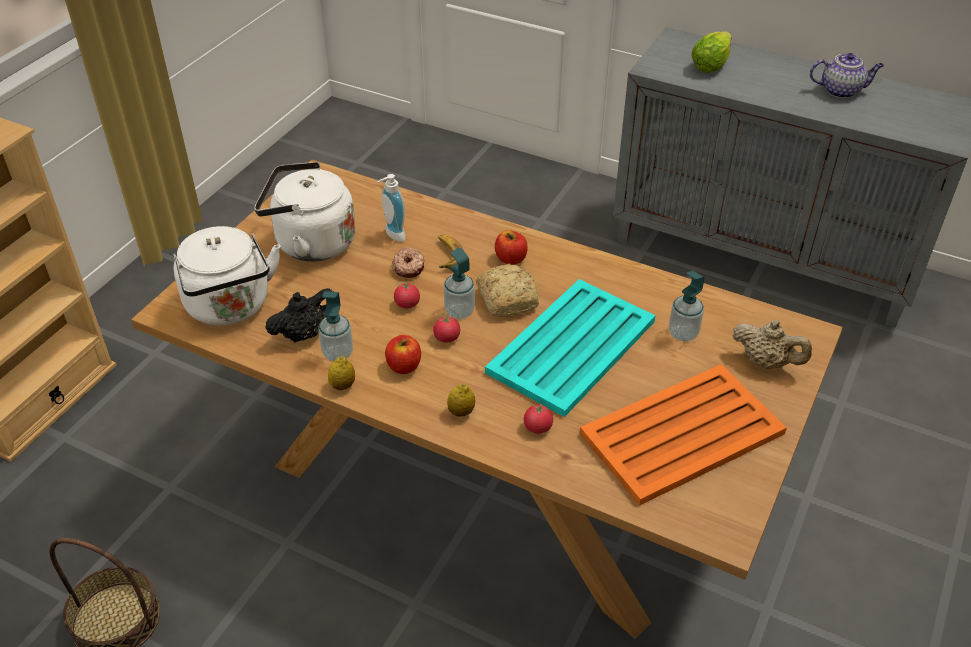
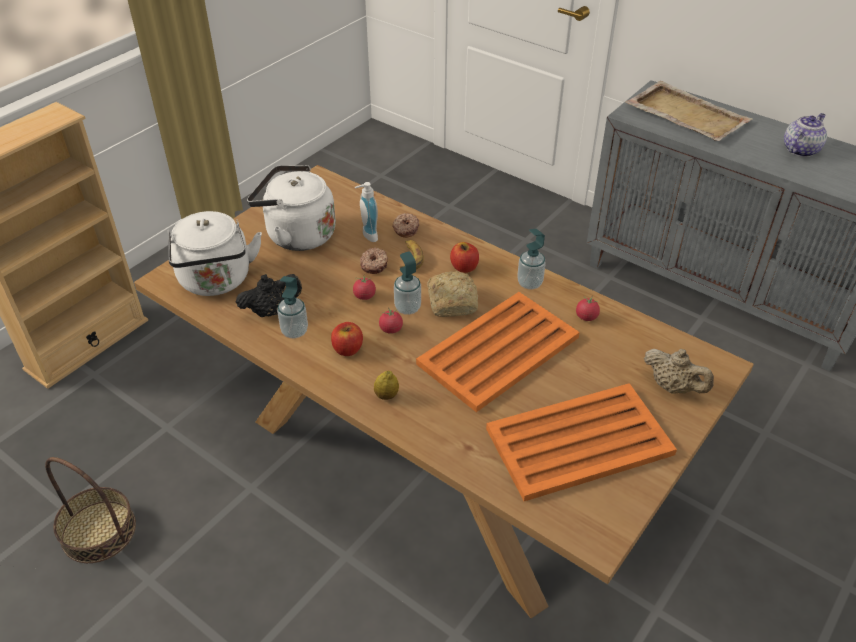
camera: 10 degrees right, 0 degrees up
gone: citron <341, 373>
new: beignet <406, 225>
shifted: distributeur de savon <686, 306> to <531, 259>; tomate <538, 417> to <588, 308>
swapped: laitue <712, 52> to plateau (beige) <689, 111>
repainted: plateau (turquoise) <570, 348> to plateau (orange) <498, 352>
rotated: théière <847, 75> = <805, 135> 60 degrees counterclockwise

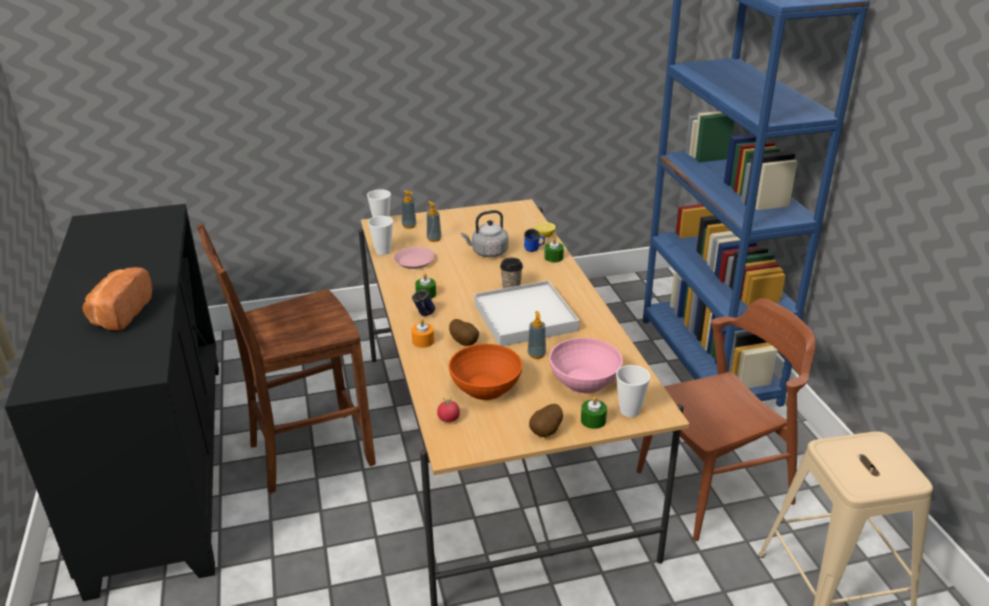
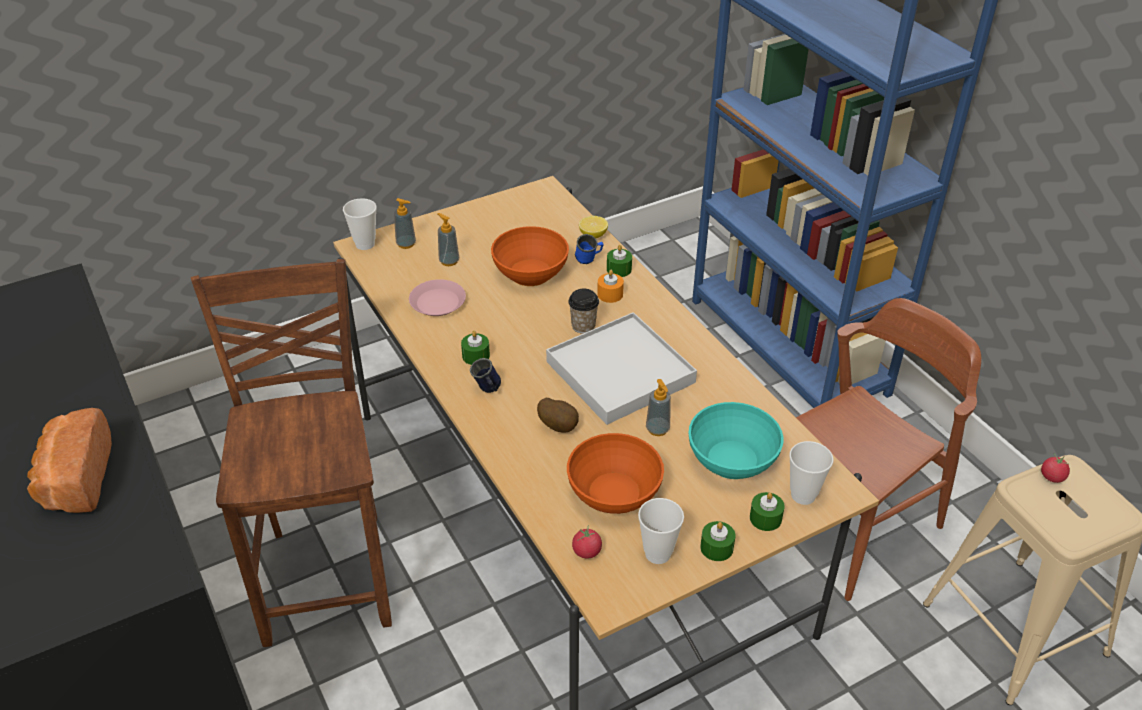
camera: 15 degrees left, 10 degrees up
new: tomate <1055, 468>
shifted: bougie (orange) <422, 333> to <610, 286>; tasse <380, 235> to <661, 531>
swapped: bouilloire (gris) <485, 233> to bol (orange) <530, 256>; pomme de terre <546, 420> to bougie (vert) <717, 541>
repainted: bol (rose) <586, 366> to bol (turquoise) <736, 440>
rotated: chaise (marron) <286, 359> = <291, 453> 120 degrees clockwise

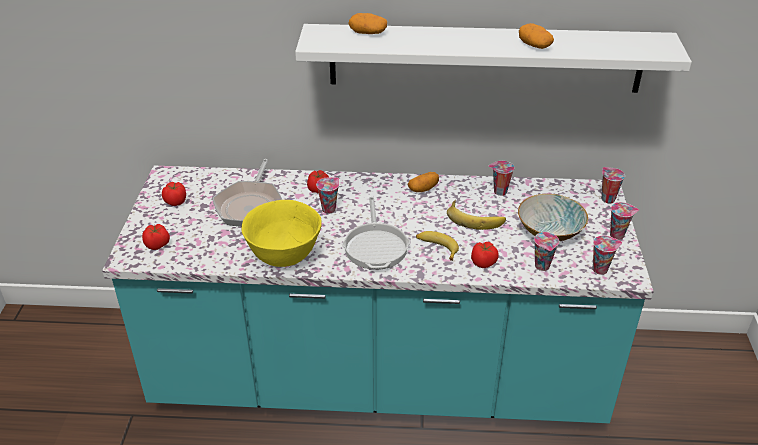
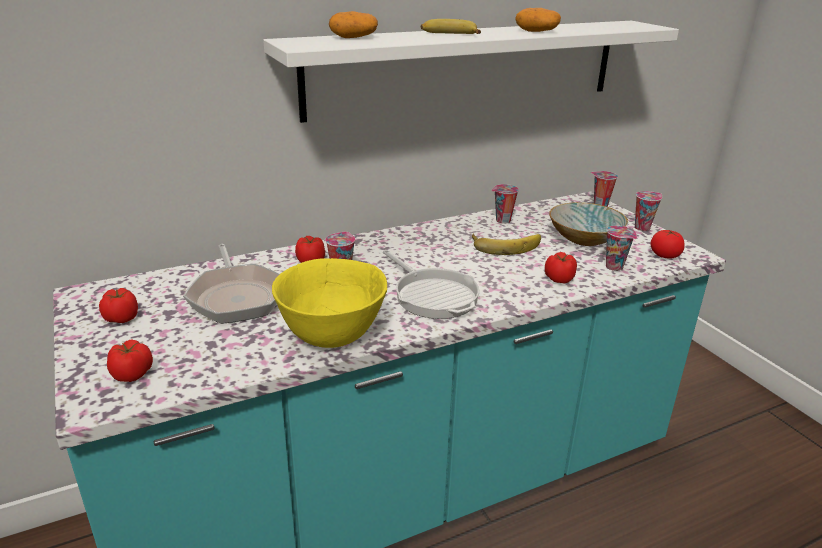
camera: 30 degrees left, 10 degrees down
gone: pomme de terre <423, 182>
shifted: banane <437, 246> to <451, 26>
swapped: tasse <607, 255> to tomate <667, 244>

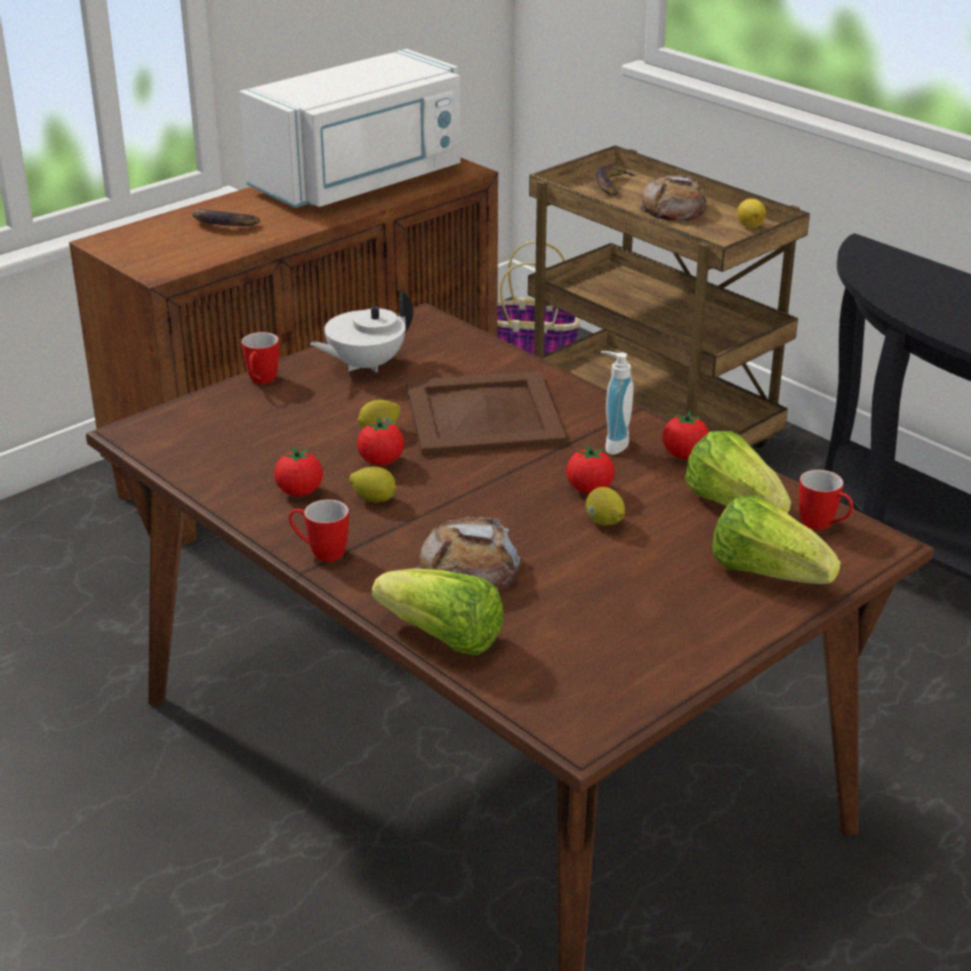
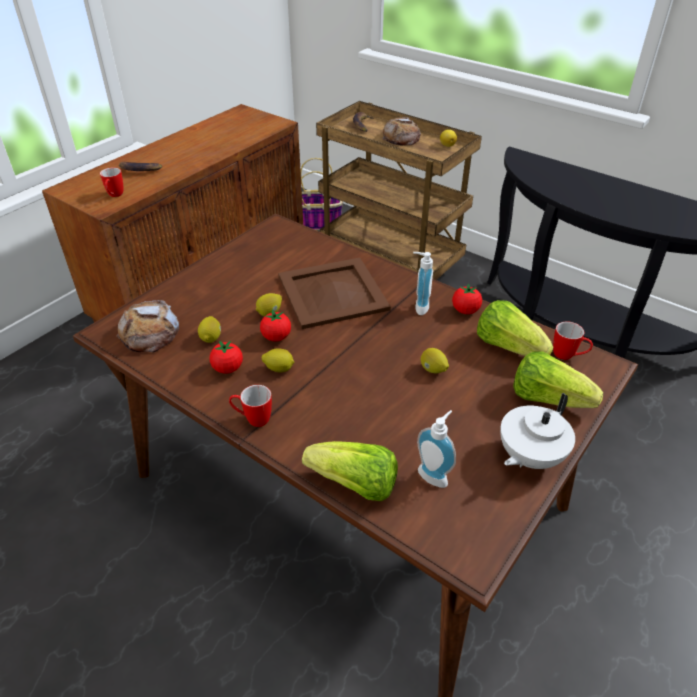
camera: 10 degrees left, 10 degrees up
gone: micro-ondes (blanc) <349, 128>; tomate <590, 469>
new: citron <209, 329>; distributeur de savon <436, 449>
shifted: mug <260, 358> to <111, 182>; pain <468, 554> to <148, 326>; théière (blanc) <361, 331> to <537, 431>

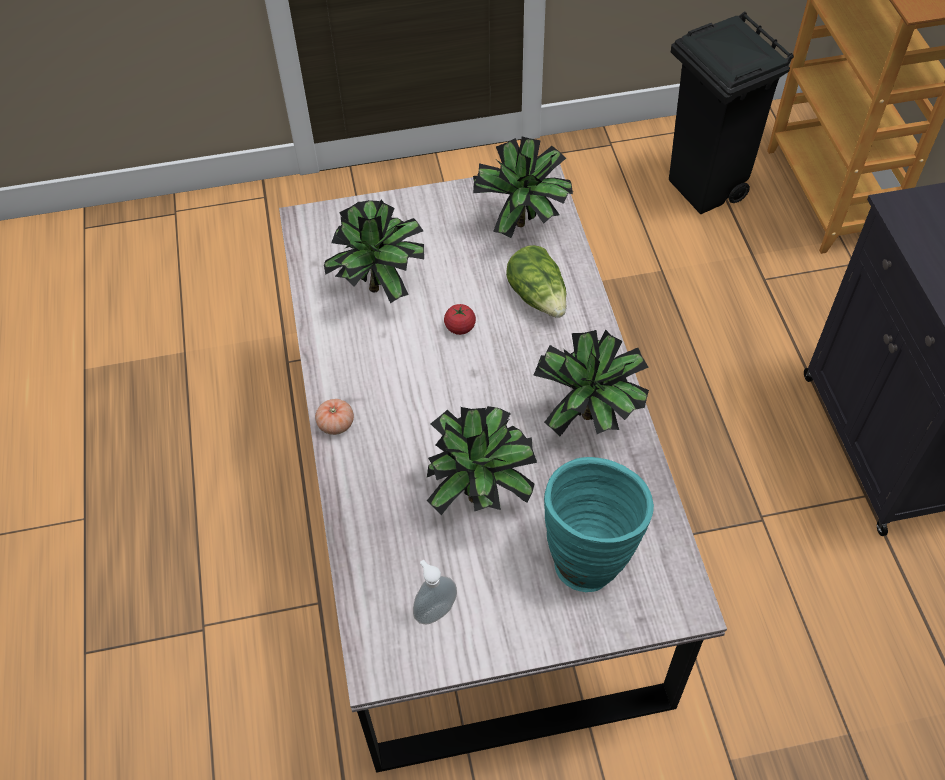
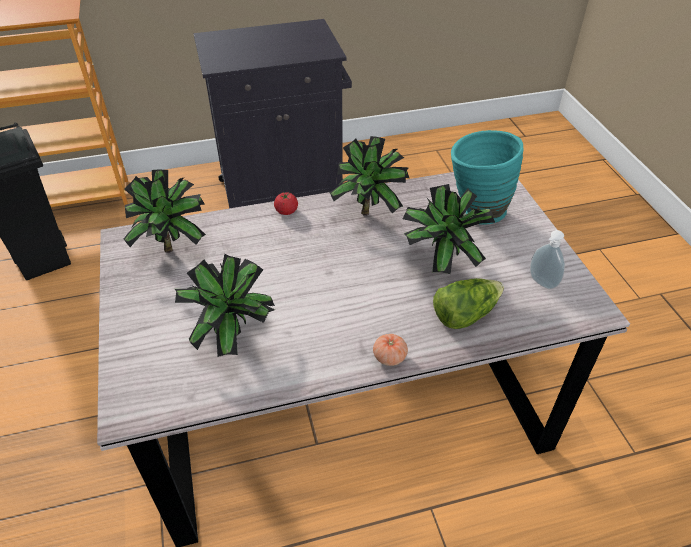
camera: 95 degrees left, 10 degrees down
shifted: tomate <460, 319> to <286, 203>; laitue <536, 281> to <468, 303>

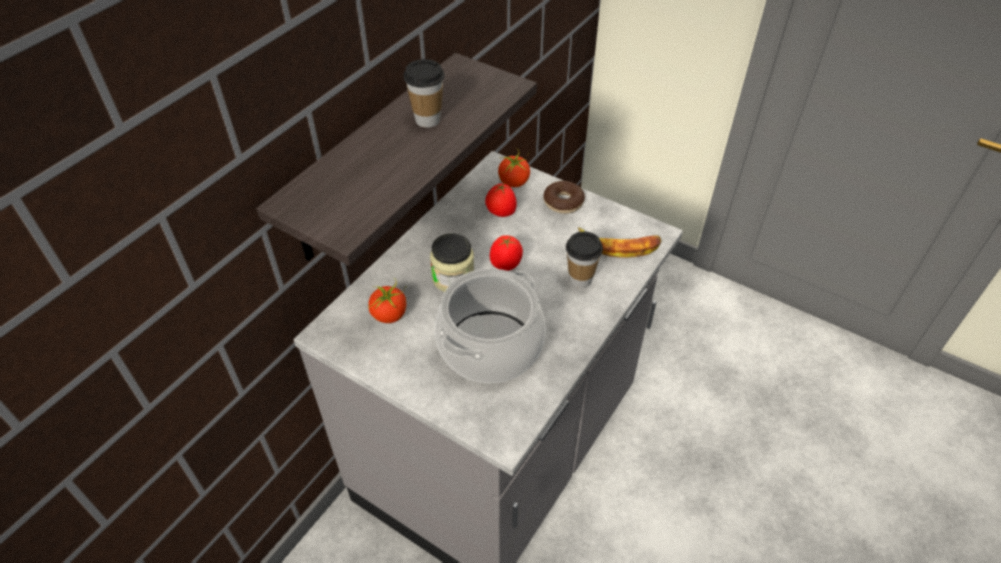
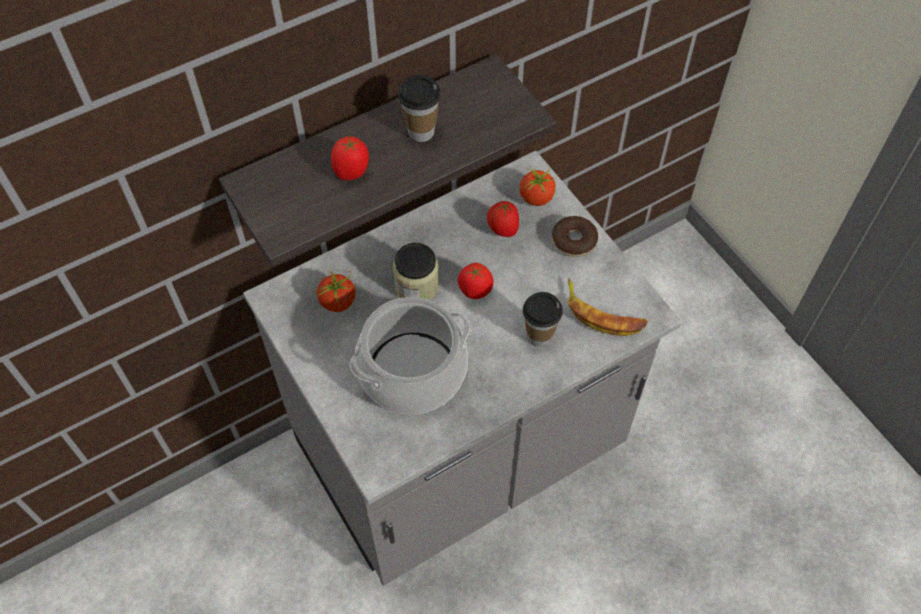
camera: 25 degrees right, 10 degrees up
new: tomate <350, 158>

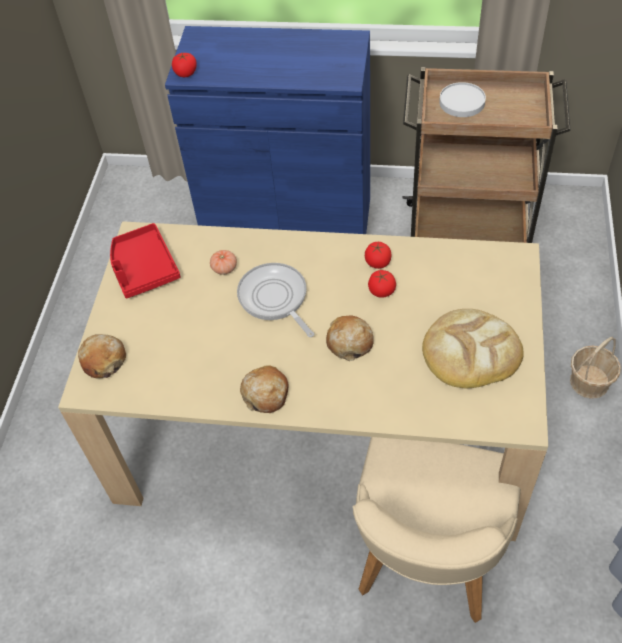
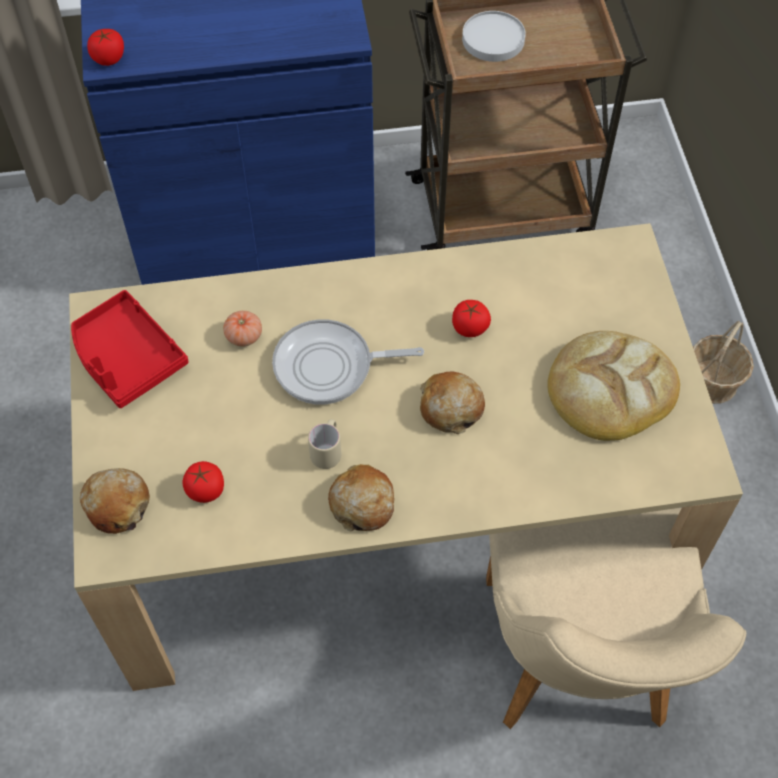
camera: 20 degrees left, 5 degrees up
new: mug (beige) <324, 444>
shifted: tomate <378, 255> to <203, 482>
rotated: poêle <275, 300> = <348, 362> 45 degrees counterclockwise

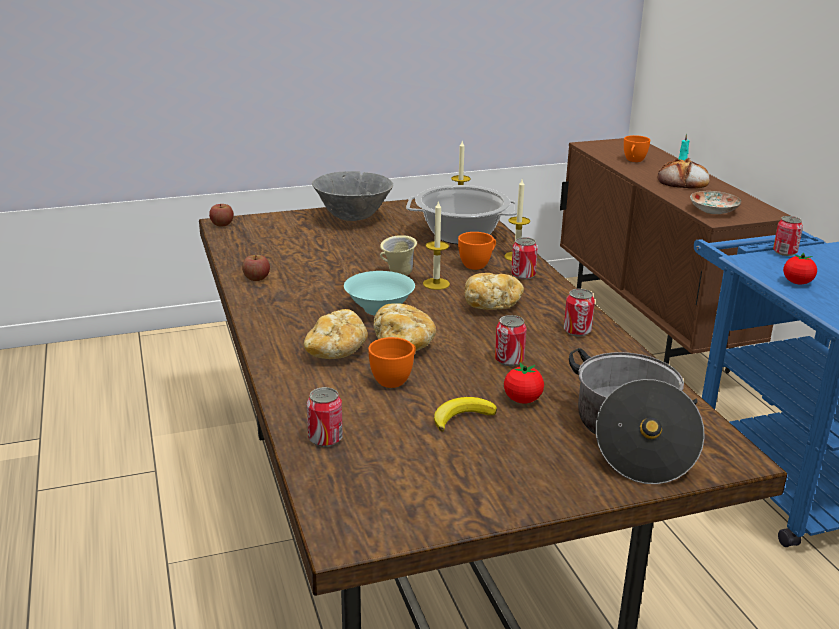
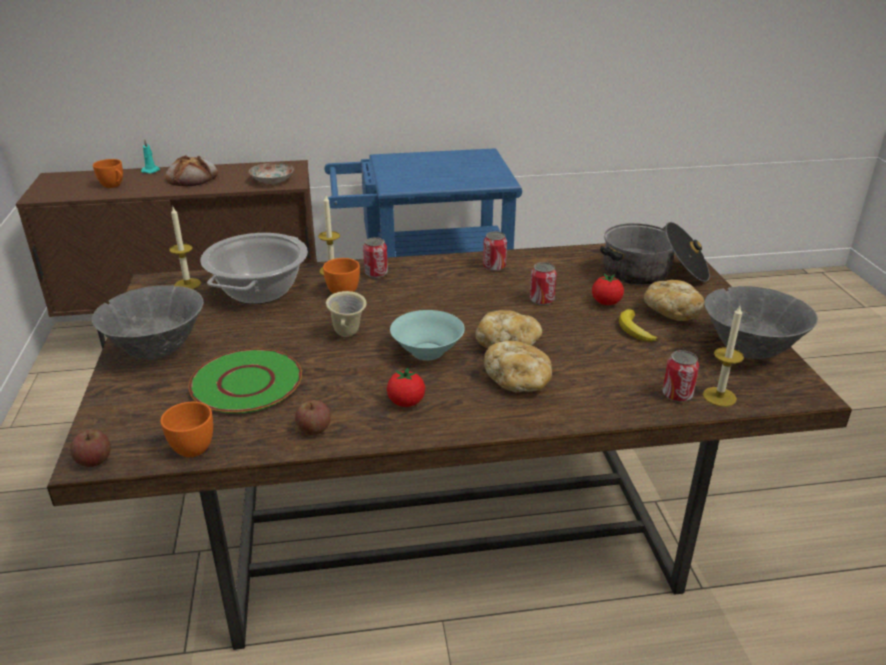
camera: 80 degrees left, 5 degrees up
gone: boîte métallique <788, 236>
new: assiette (vert) <245, 381>; bol (gris) <761, 322>
shifted: tasse (orange) <392, 362> to <186, 429>; tomate <800, 268> to <406, 387>; pain <494, 291> to <674, 300>; bougie <436, 245> to <723, 356>

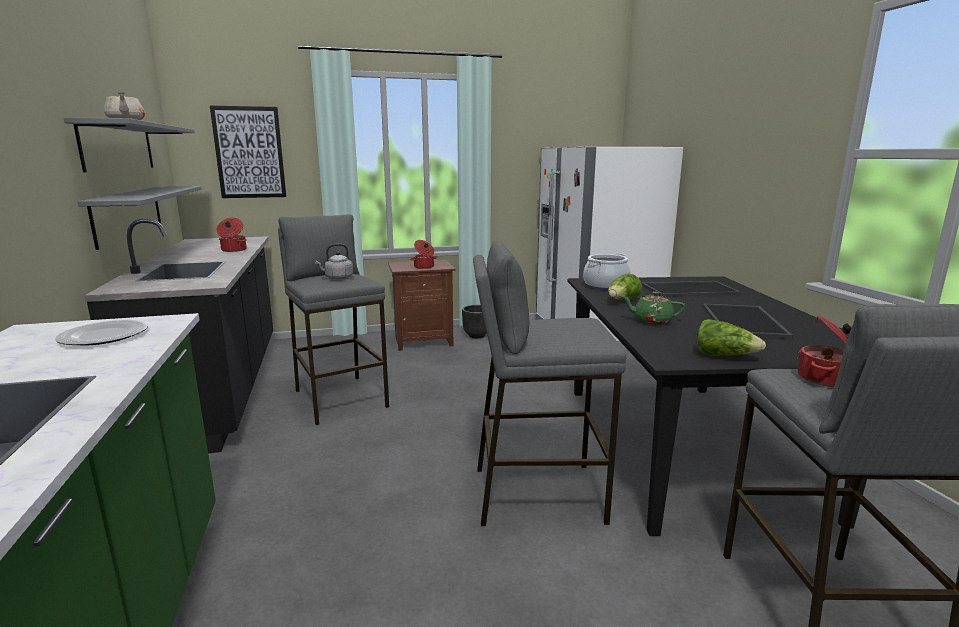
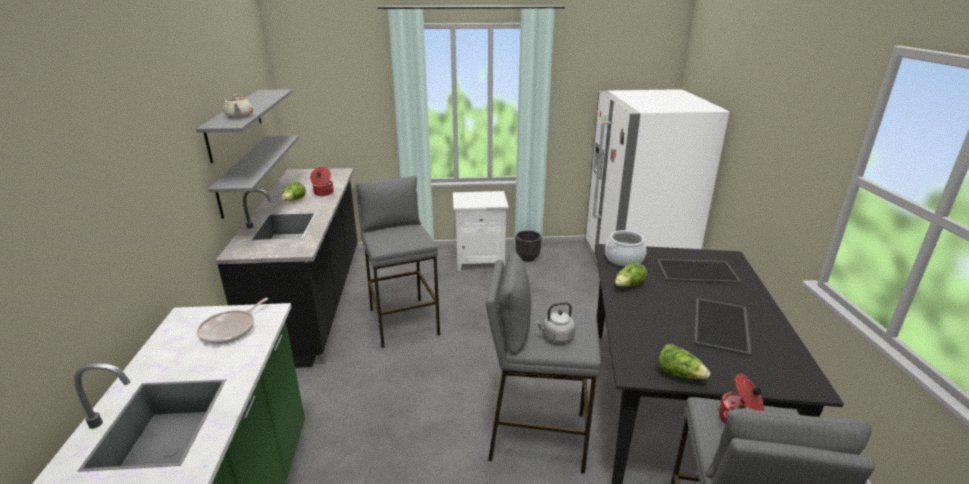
camera: 10 degrees right, 10 degrees up
gone: tableau <248, 152>; marmite <424, 254>; théière (vert) <653, 308>
new: laitue <293, 191>
shifted: bouilloire (gris) <334, 262> to <555, 322>
swapped: assiette <101, 333> to poêle <232, 321>
repainted: table de chevet (marron) <421, 305> to table de chevet (blanc) <481, 231>

